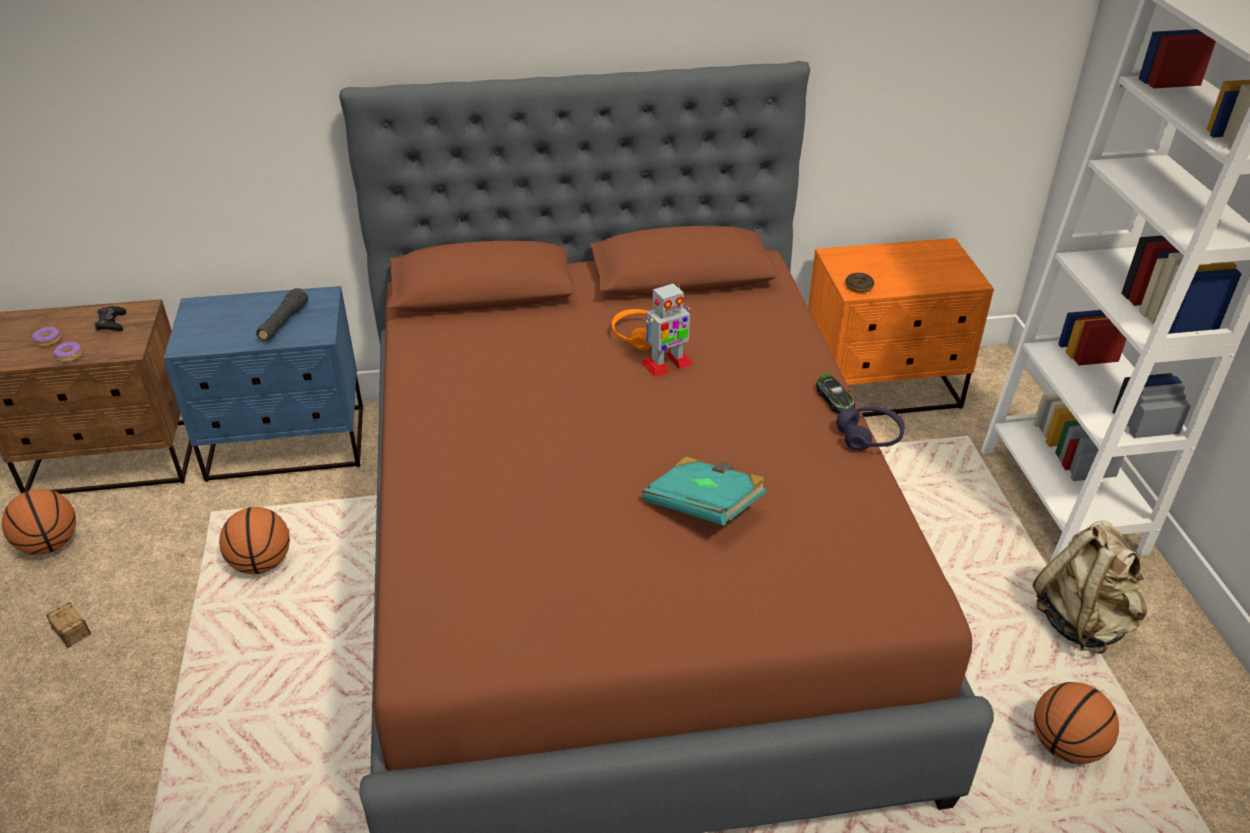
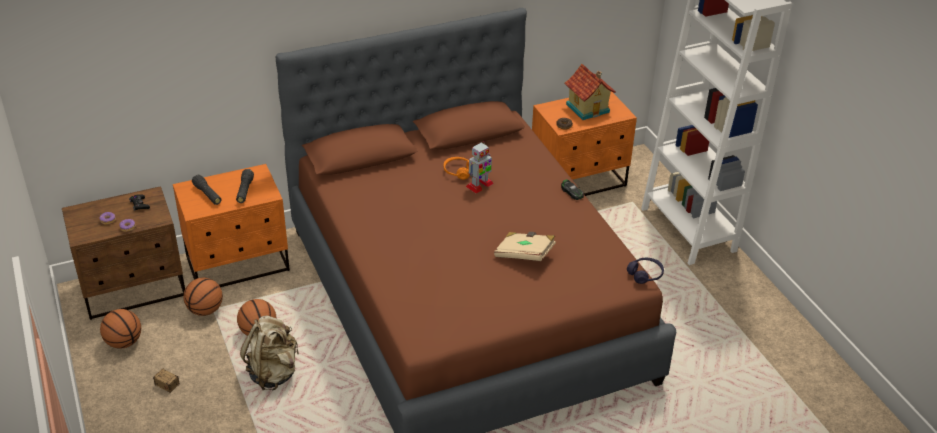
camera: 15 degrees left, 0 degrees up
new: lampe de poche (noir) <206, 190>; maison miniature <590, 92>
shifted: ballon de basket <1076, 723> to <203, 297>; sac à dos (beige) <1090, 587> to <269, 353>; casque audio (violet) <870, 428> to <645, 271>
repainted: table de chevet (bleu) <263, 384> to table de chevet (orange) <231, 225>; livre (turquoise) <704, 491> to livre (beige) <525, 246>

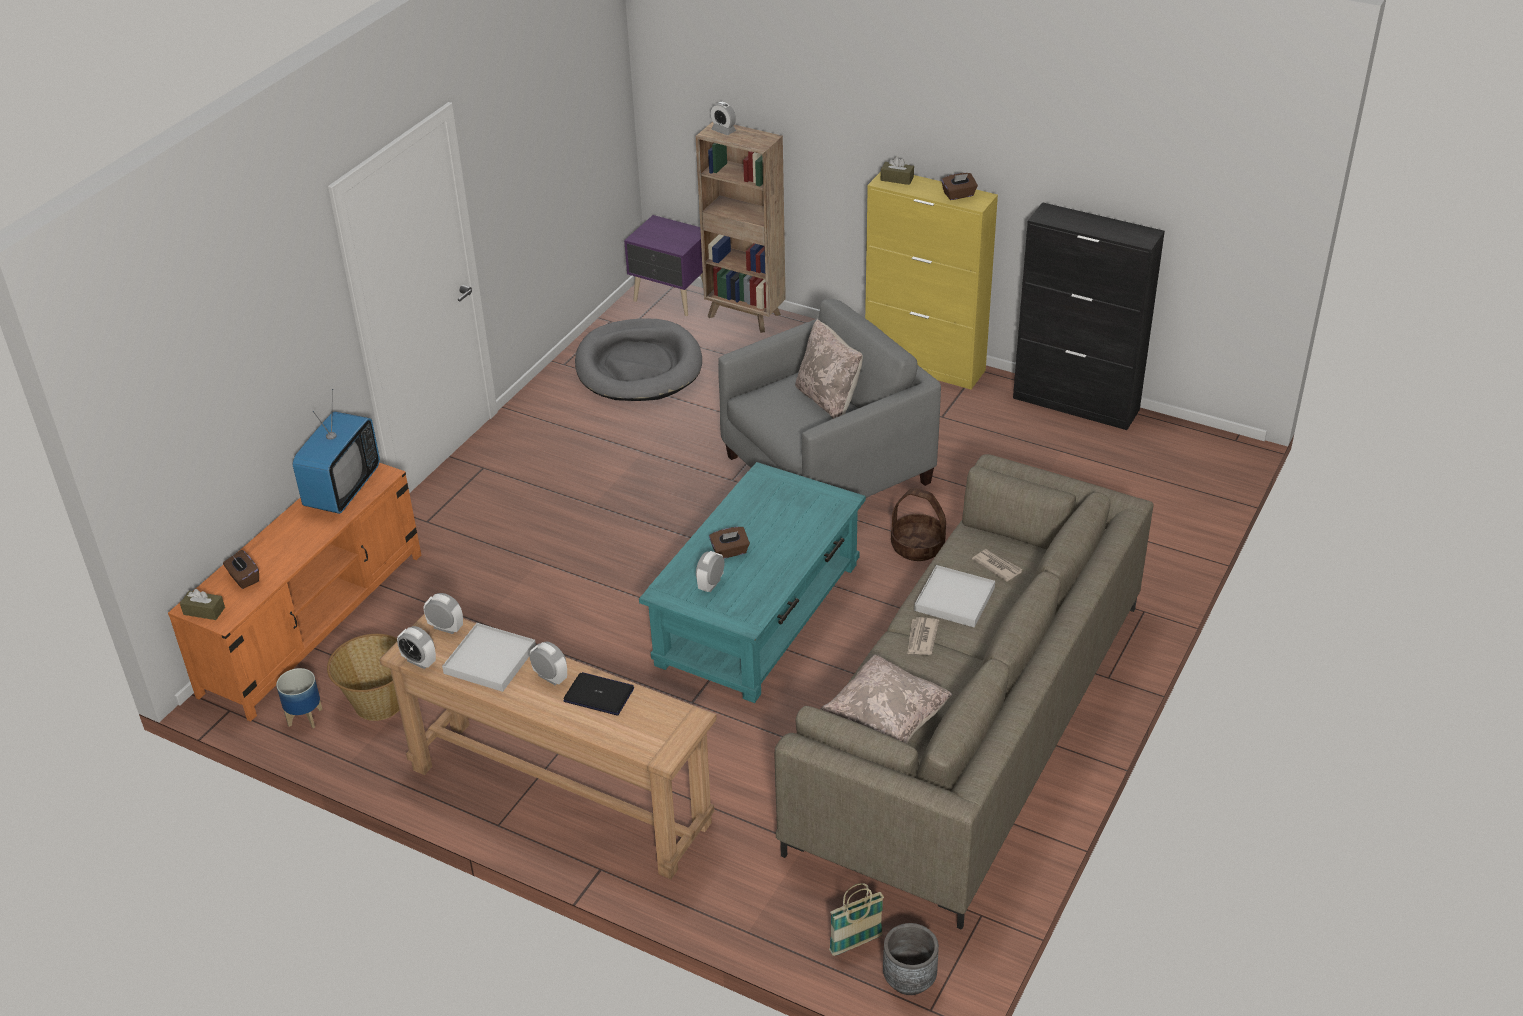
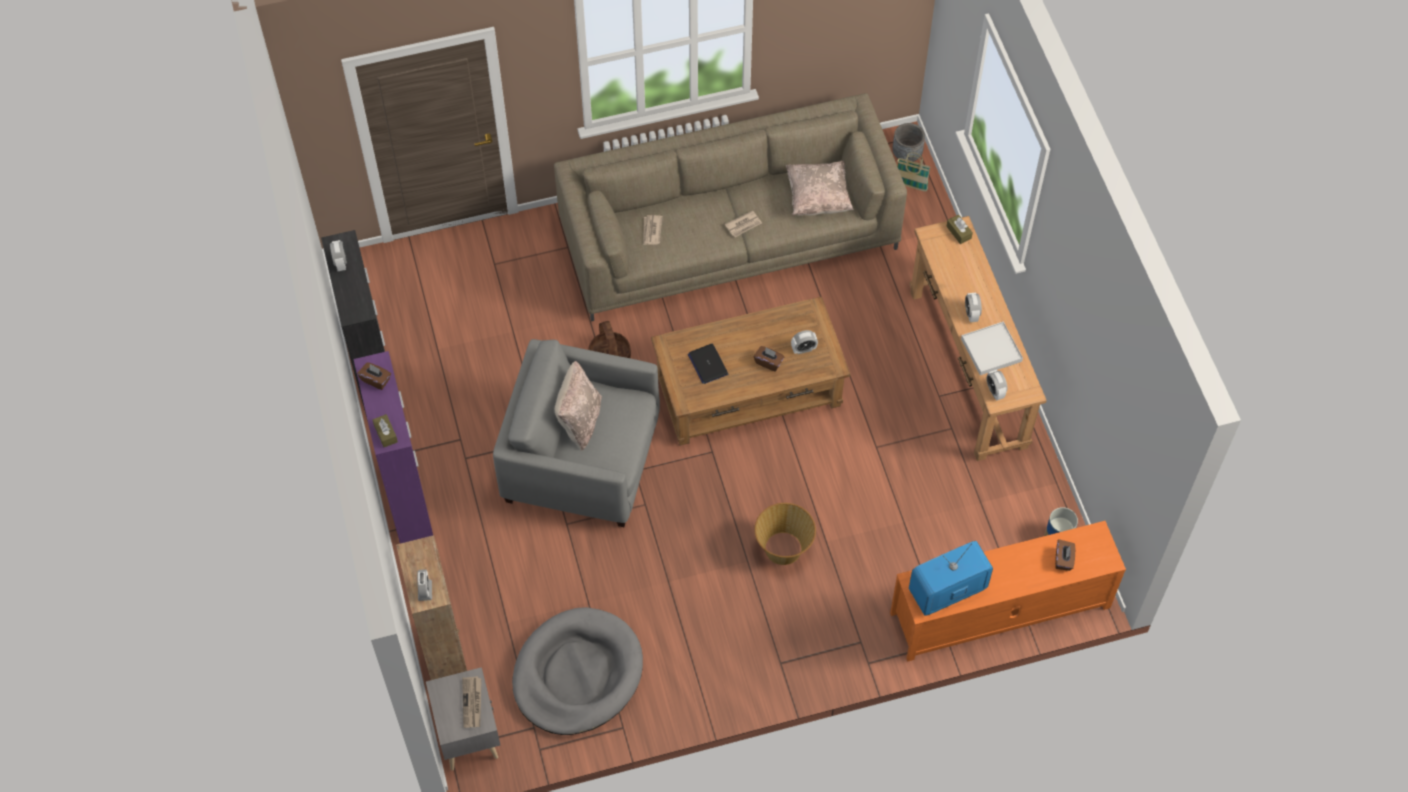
camera: 135 degrees left, 20 degrees up
gone: plateau (blanc) <954, 596>
new: journal <472, 702>
shifted: réveil <416, 647> to <338, 255>; ordinateur portable <598, 693> to <708, 364>; panier <363, 677> to <785, 534>; boîte à mouchoirs (marron) <202, 604> to <959, 229>
repainted: meuble de rangement (jaune) <931, 280> to meuble de rangement (violet) <393, 447>; table de chevet (violet) <663, 265> to table de chevet (gris) <463, 719>; table basse (turquoise) <752, 582> to table basse (marron) <751, 371>

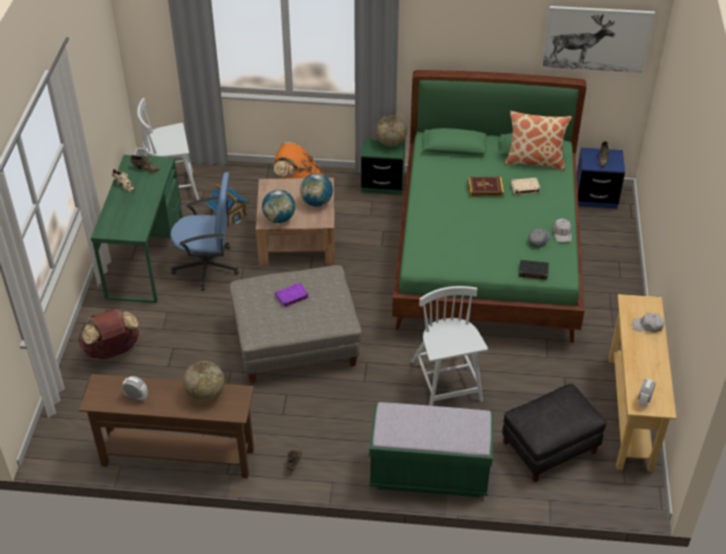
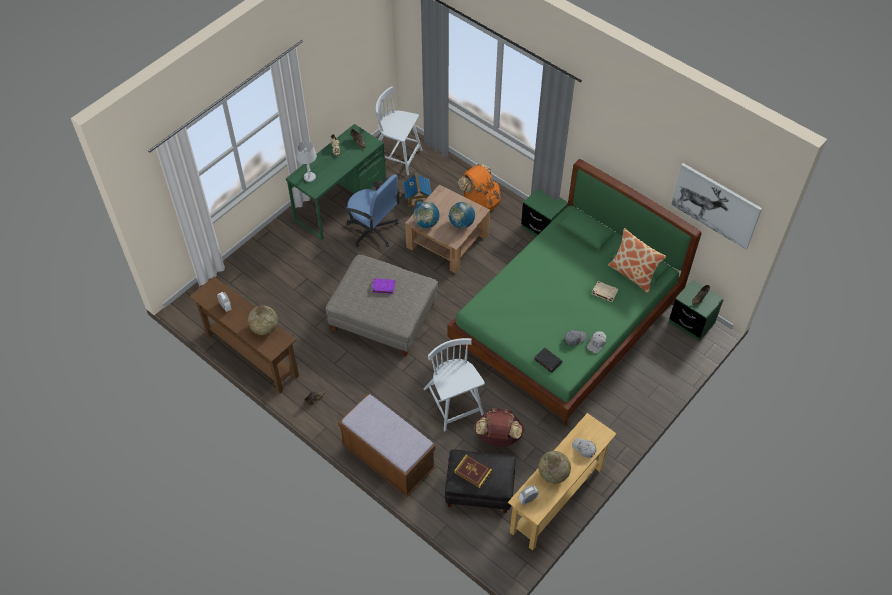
camera: 35 degrees right, 10 degrees up
new: lampe de table (blanc) <307, 161>
shifted: livre <486, 187> to <473, 471>; sac à dos (marron) <109, 334> to <499, 427>; globe <391, 131> to <554, 467>
repainted: banc (vert) <431, 449> to banc (marron) <387, 445>; table de chevet (bleu) <601, 178> to table de chevet (vert) <696, 310>
rotated: chaise (blanc) <449, 346> = <454, 384> 45 degrees counterclockwise

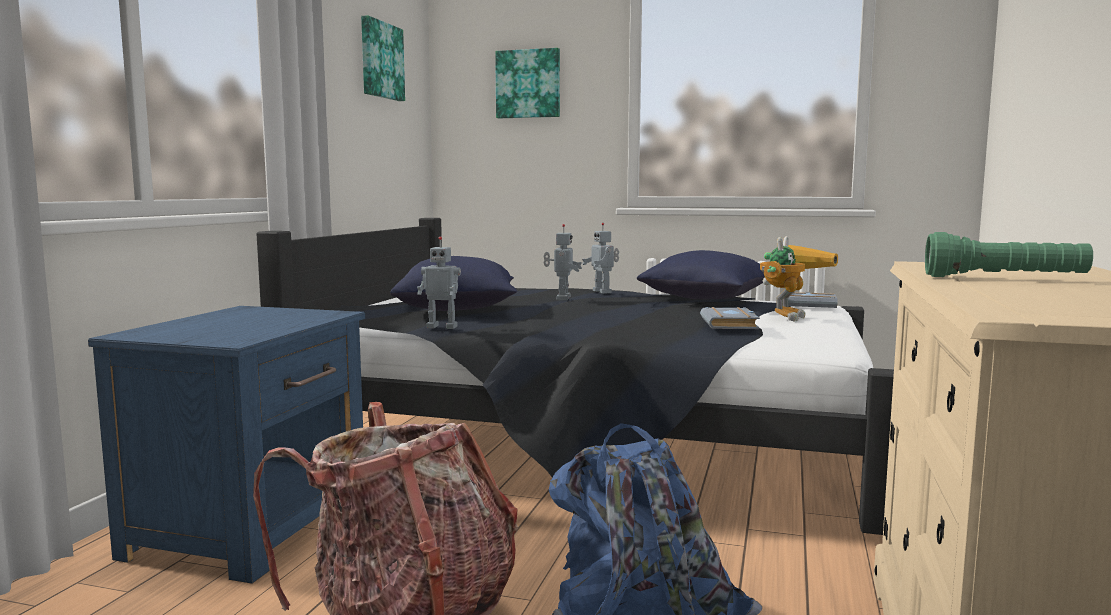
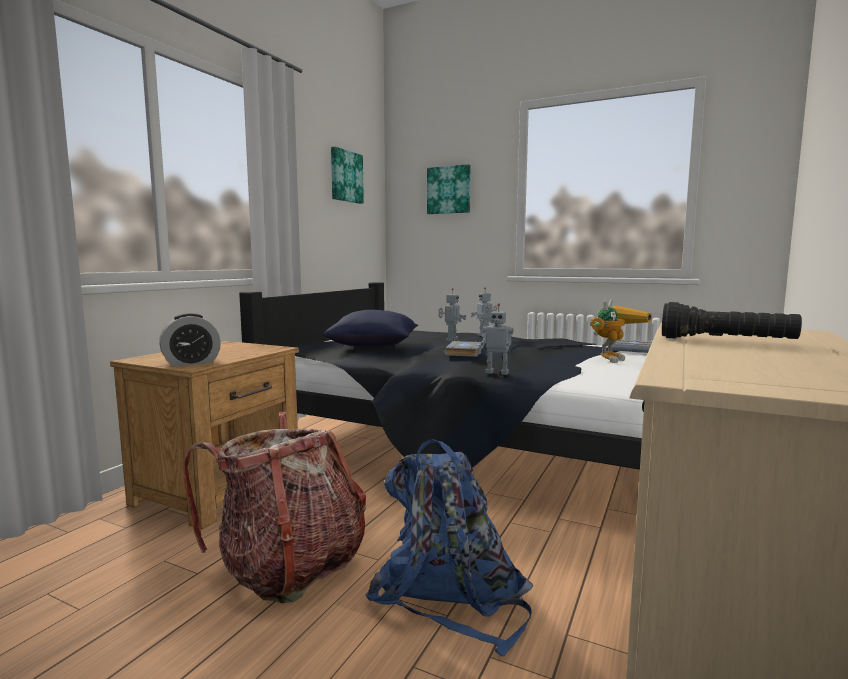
camera: 10 degrees right, 0 degrees up
gone: coussin (bleu) <701, 274>
new: réveil <190, 340>
shifted: livre (gris) <730, 318> to <463, 349>; robot jouet <439, 282> to <497, 339>
repainted: table de chevet (bleu) <226, 445> to table de chevet (marron) <204, 435>; lampe de poche (vert) <1009, 254> to lampe de poche (noir) <732, 320>

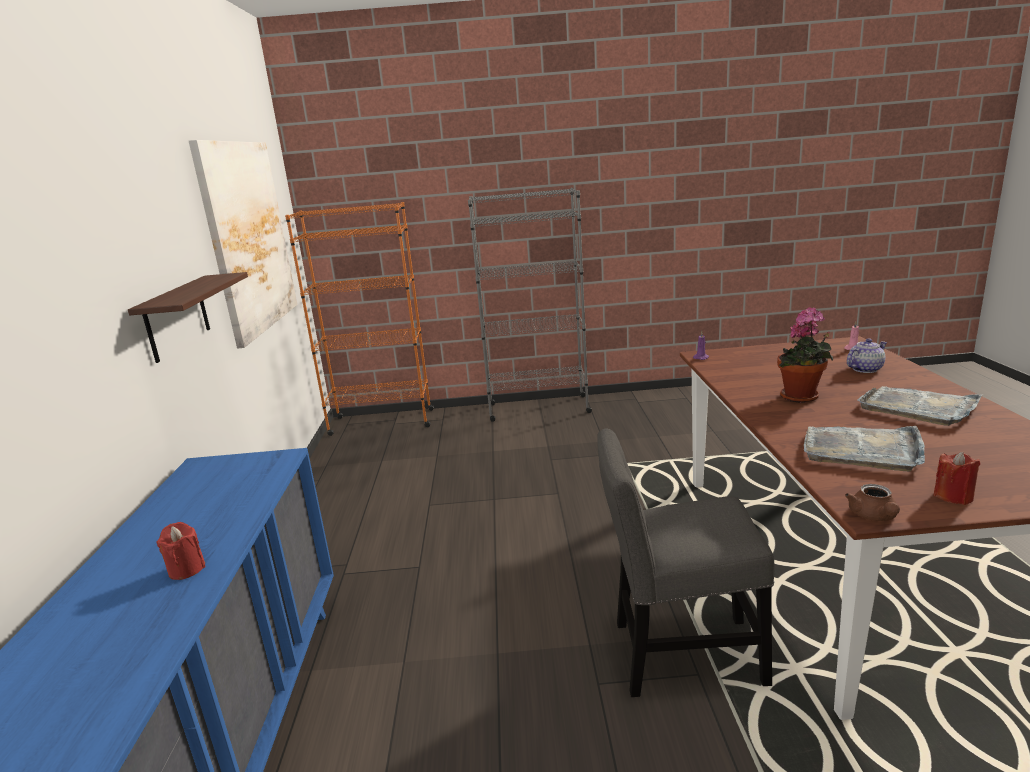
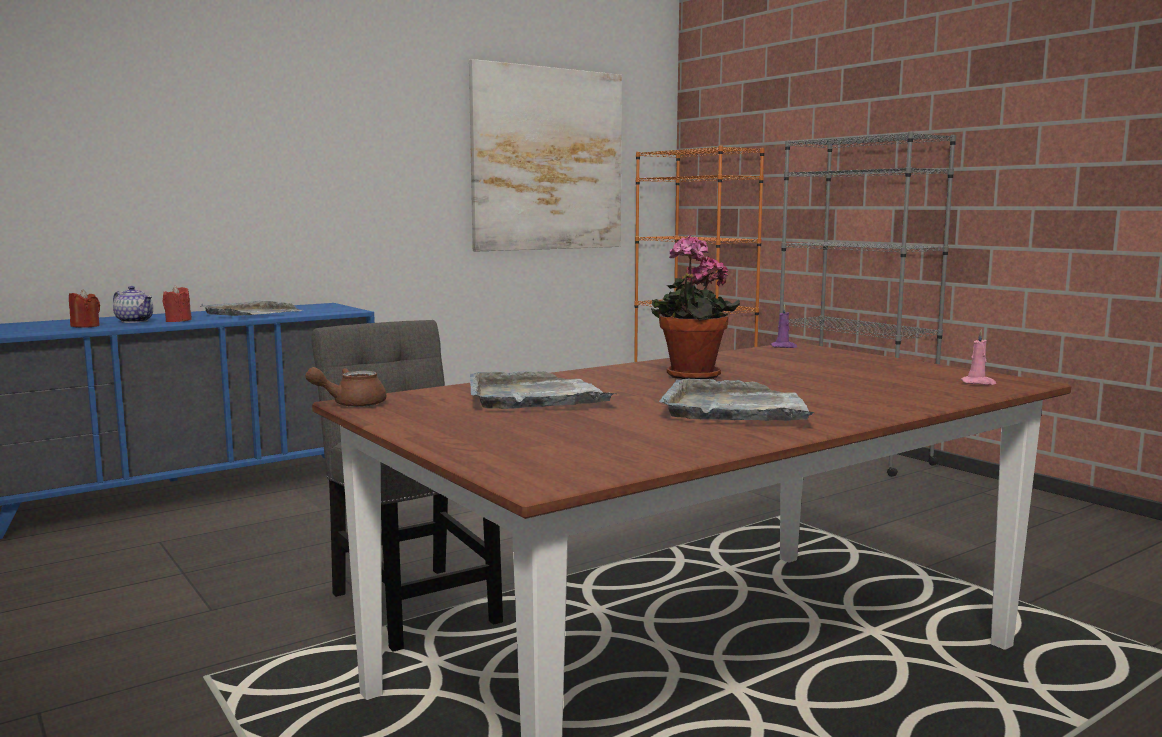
camera: 55 degrees right, 10 degrees down
gone: étagère <188, 317>
new: plateau (gris) <251, 308>
shifted: bougie (rouge) <957, 478> to <84, 309>; théière <867, 356> to <133, 304>

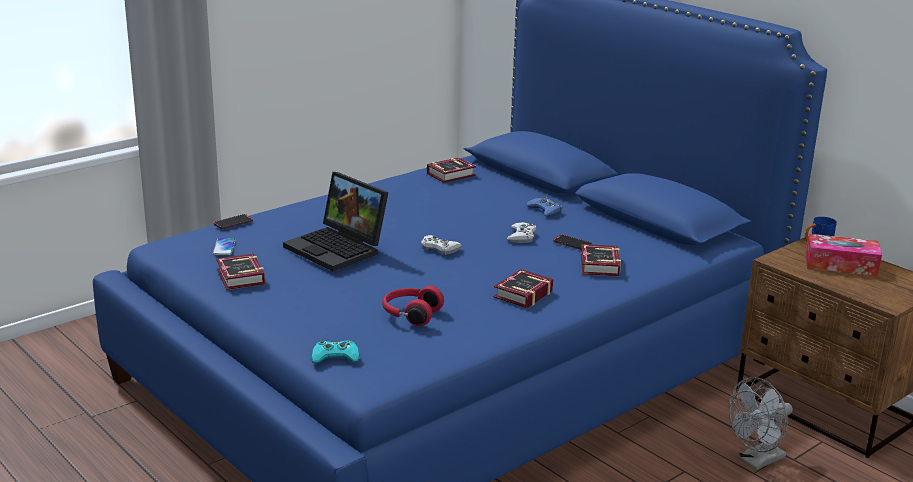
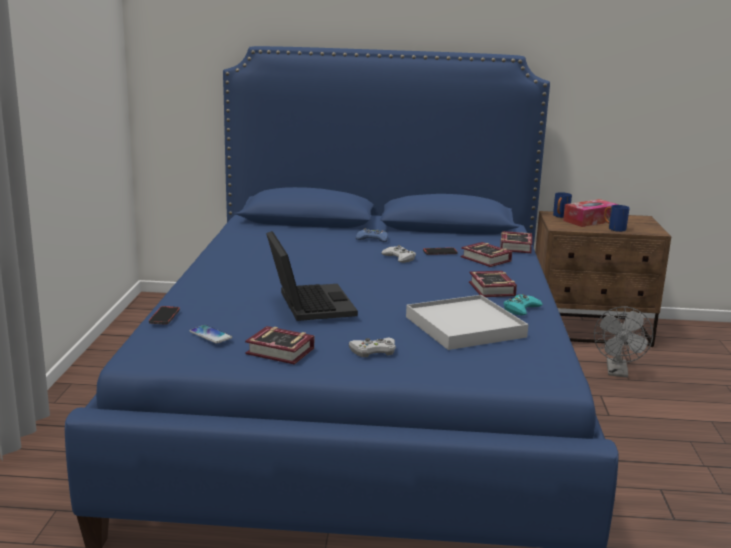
camera: 45 degrees left, 5 degrees down
new: mug (bleu) <616, 218>
shifted: manette (blanc) <441, 245> to <372, 347>; livre <451, 170> to <516, 242>; manette (turquoise) <335, 351> to <523, 305>
swapped: casque audio (rouge) <413, 306> to plateau (blanc) <467, 322>
rotated: ordinateur portable <335, 221> = <312, 276> 105 degrees counterclockwise

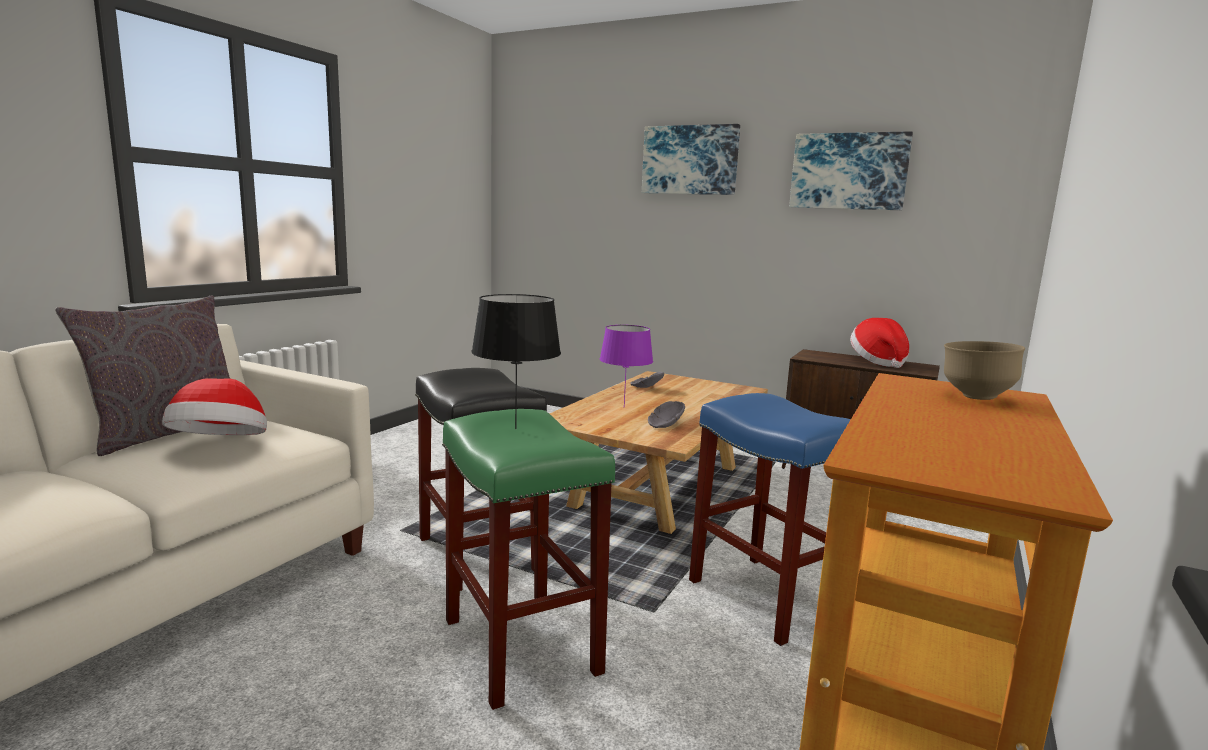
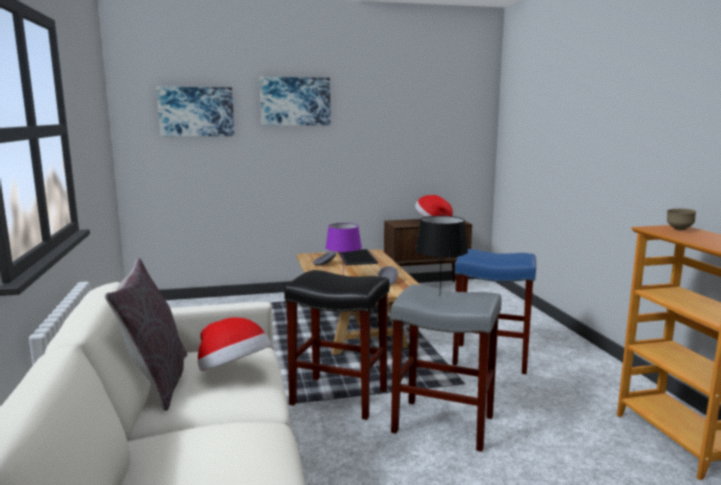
camera: 40 degrees left, 0 degrees up
new: plateau <358, 257>
shifted: tableau <851, 170> to <195, 112>
repainted: tabouret (vert) <528, 559> to tabouret (gris) <446, 368>

